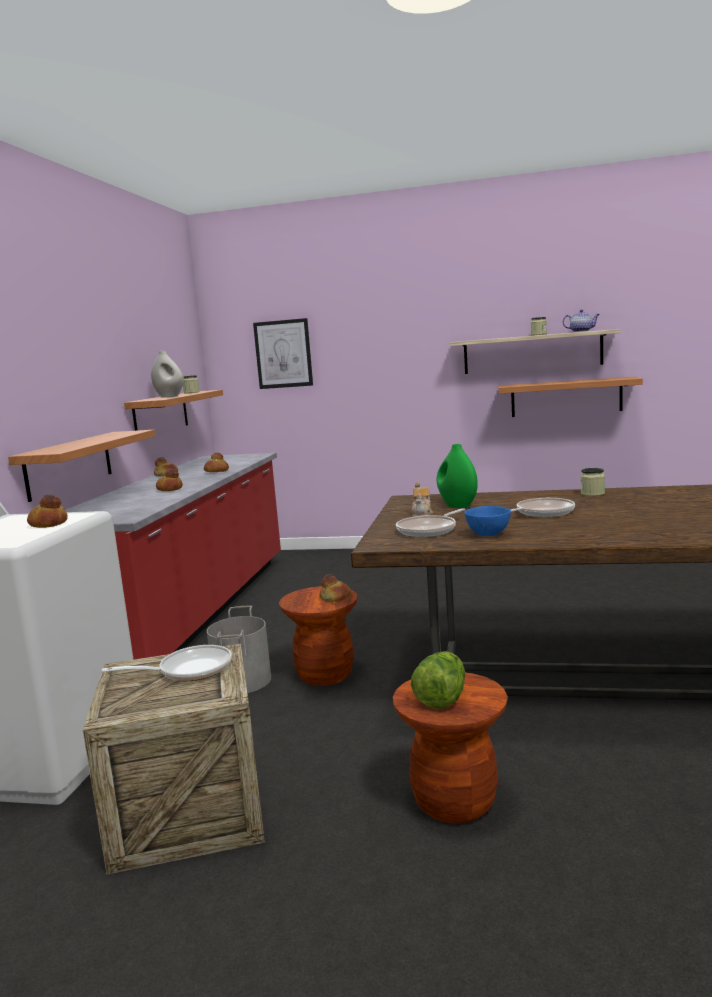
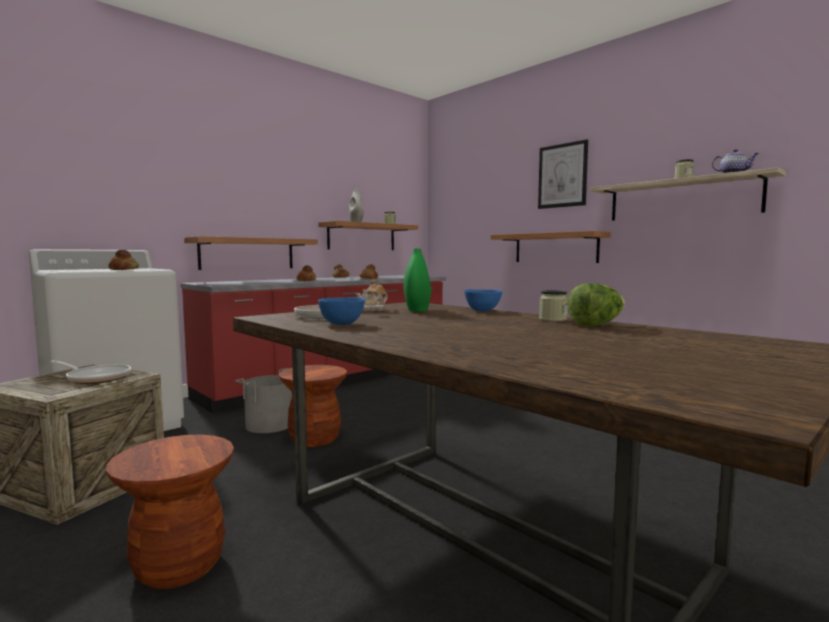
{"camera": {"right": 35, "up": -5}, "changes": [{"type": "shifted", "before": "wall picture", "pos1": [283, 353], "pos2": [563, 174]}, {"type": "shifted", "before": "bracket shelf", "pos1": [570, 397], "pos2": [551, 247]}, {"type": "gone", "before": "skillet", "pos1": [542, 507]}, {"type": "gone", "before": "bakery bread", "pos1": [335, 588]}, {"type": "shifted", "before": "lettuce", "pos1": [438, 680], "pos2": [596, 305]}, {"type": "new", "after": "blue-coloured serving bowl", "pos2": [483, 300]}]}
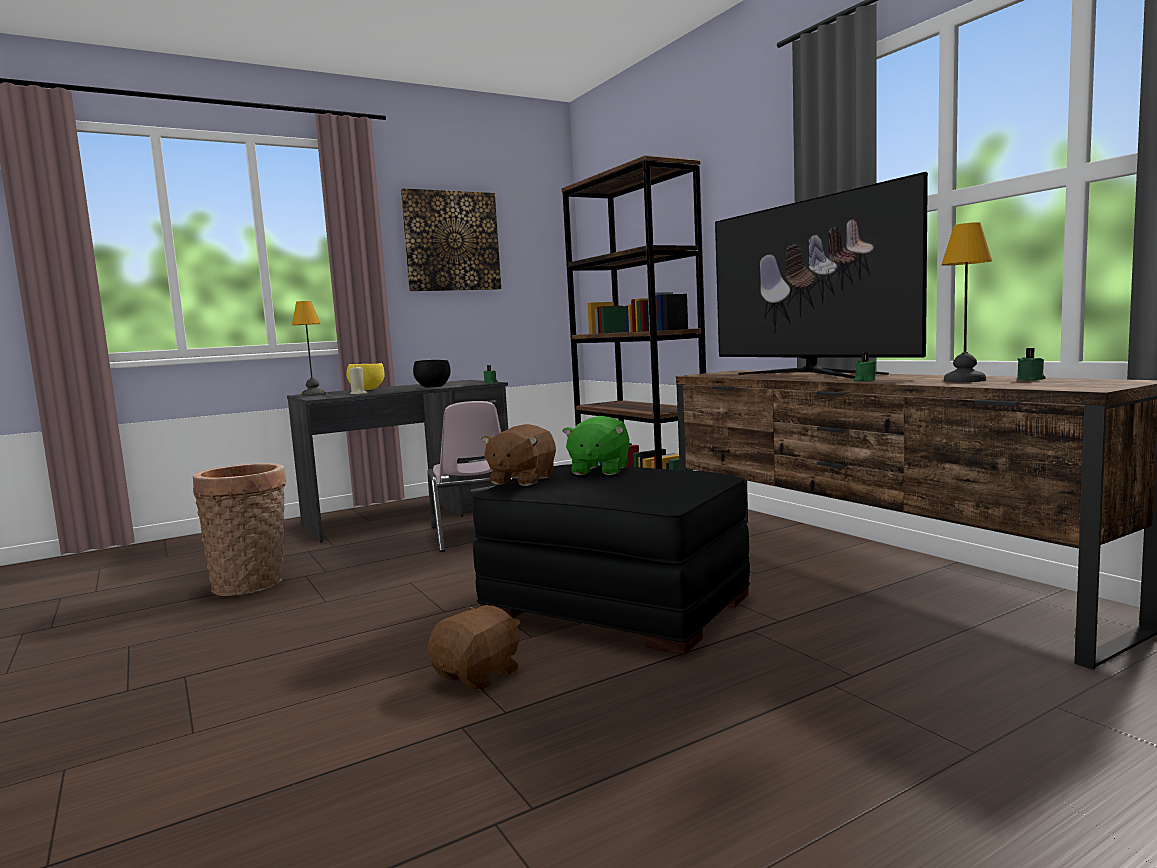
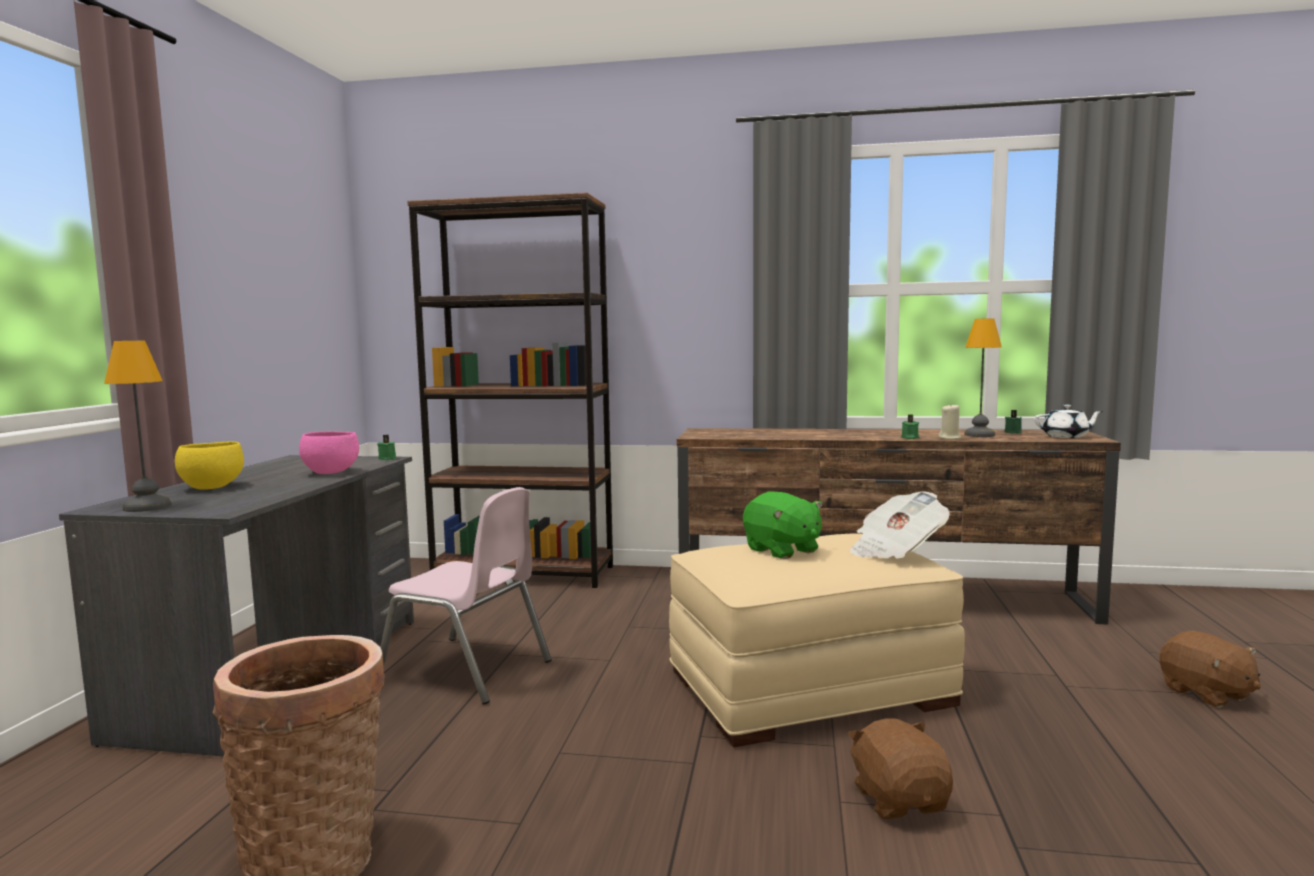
{"camera": {"right": -50, "up": 0}, "changes": [{"type": "gone", "before": "TV", "pos1": [821, 275]}, {"type": "gone", "before": "wall picture", "pos1": [451, 239]}, {"type": "repainted", "before": "black-coloured serving bowl", "after": "pink-coloured serving bowl", "pos1": [431, 373], "pos2": [329, 452]}, {"type": "shifted", "before": "beige wax candle", "pos1": [358, 380], "pos2": [950, 421]}, {"type": "shifted", "before": "brownish plush toy", "pos1": [518, 455], "pos2": [1210, 669]}, {"type": "repainted", "before": "black-coloured ottoman", "after": "beige ottoman", "pos1": [611, 559], "pos2": [817, 640]}, {"type": "new", "after": "whitish pot for tea", "pos2": [1068, 421]}, {"type": "new", "after": "daily paper", "pos2": [900, 525]}]}
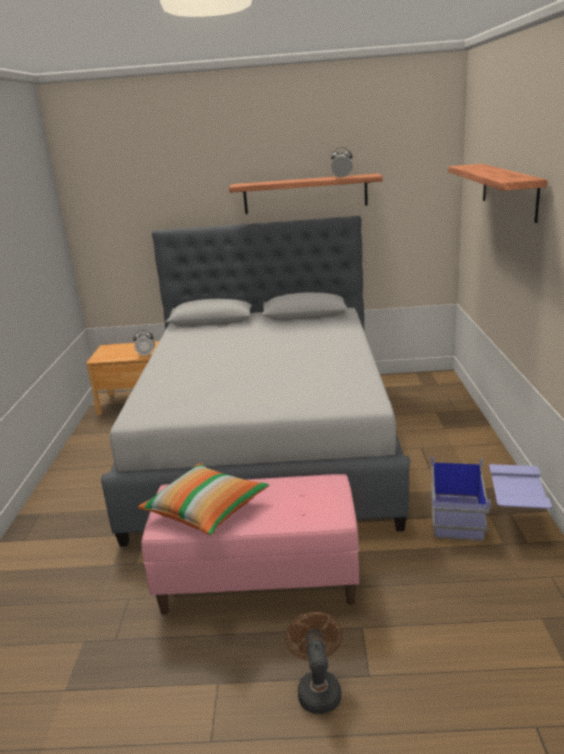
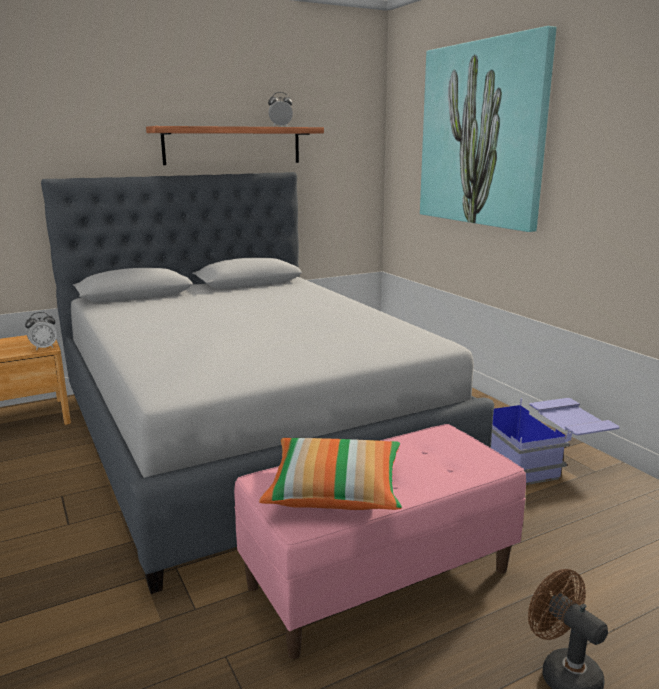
{"camera": {"right": -30, "up": -5}, "changes": [{"type": "swapped", "before": "bracket shelf", "after": "wall picture", "pos1": [497, 193], "pos2": [488, 129]}]}
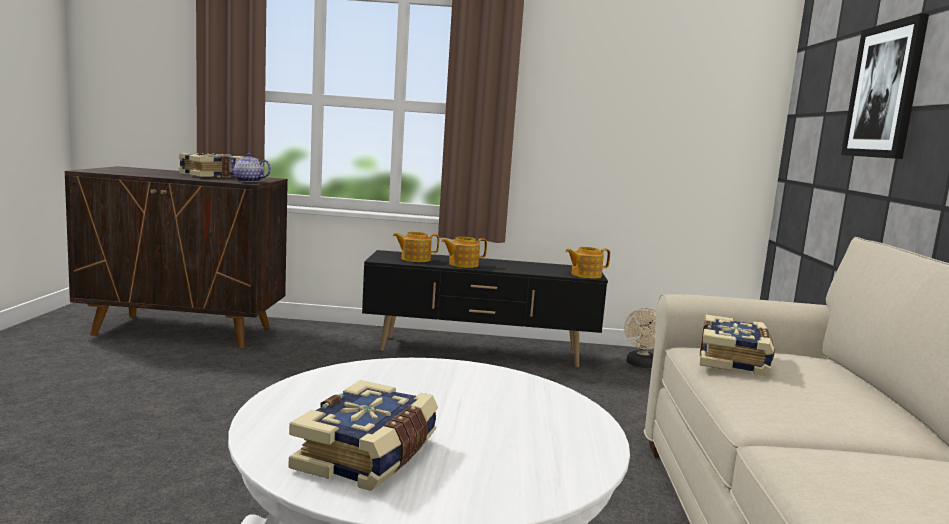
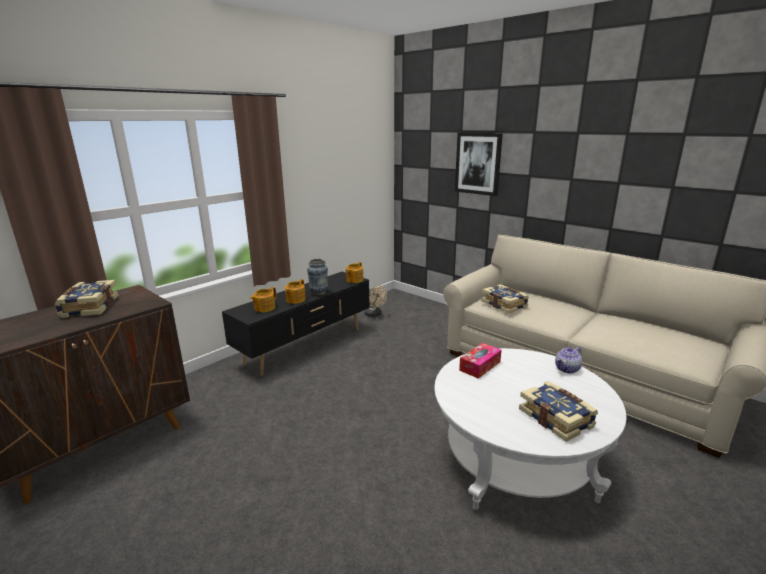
{"camera": {"right": -50, "up": 10}, "changes": [{"type": "shifted", "before": "pot for tea", "pos1": [249, 167], "pos2": [568, 360]}, {"type": "new", "after": "decorative vase", "pos2": [317, 277]}, {"type": "new", "after": "tissue holder", "pos2": [480, 361]}]}
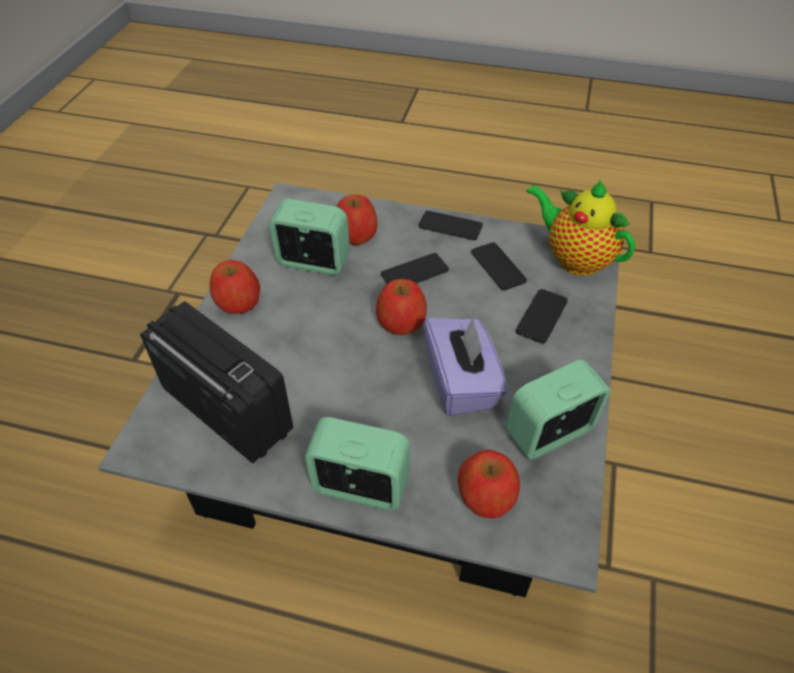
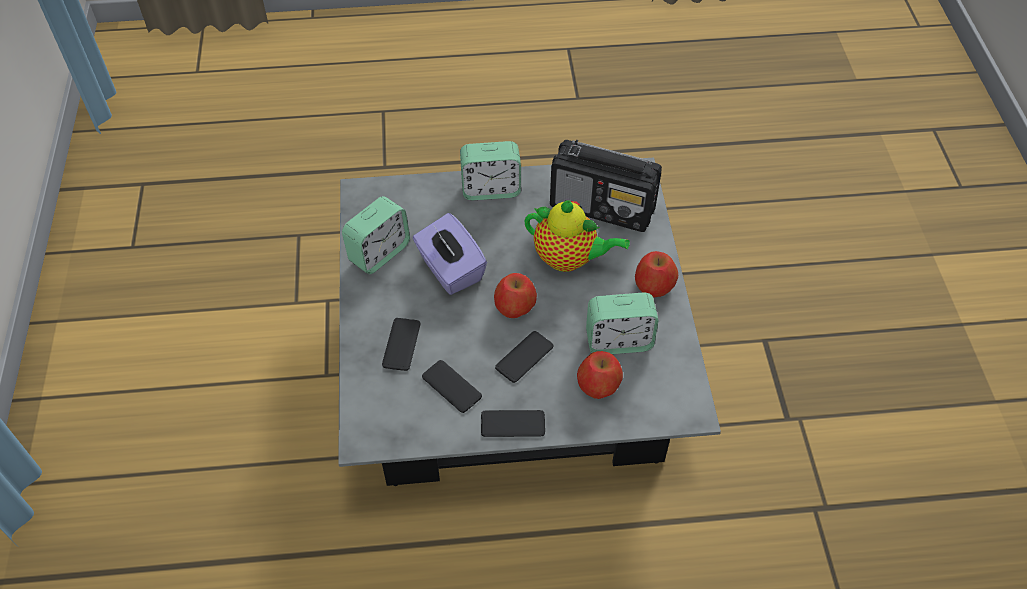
{"camera": {"right": 160, "up": 5}, "changes": [{"type": "shifted", "before": "pot for tea", "pos1": [580, 227], "pos2": [577, 236]}, {"type": "gone", "before": "apple fruit", "pos1": [488, 484]}]}
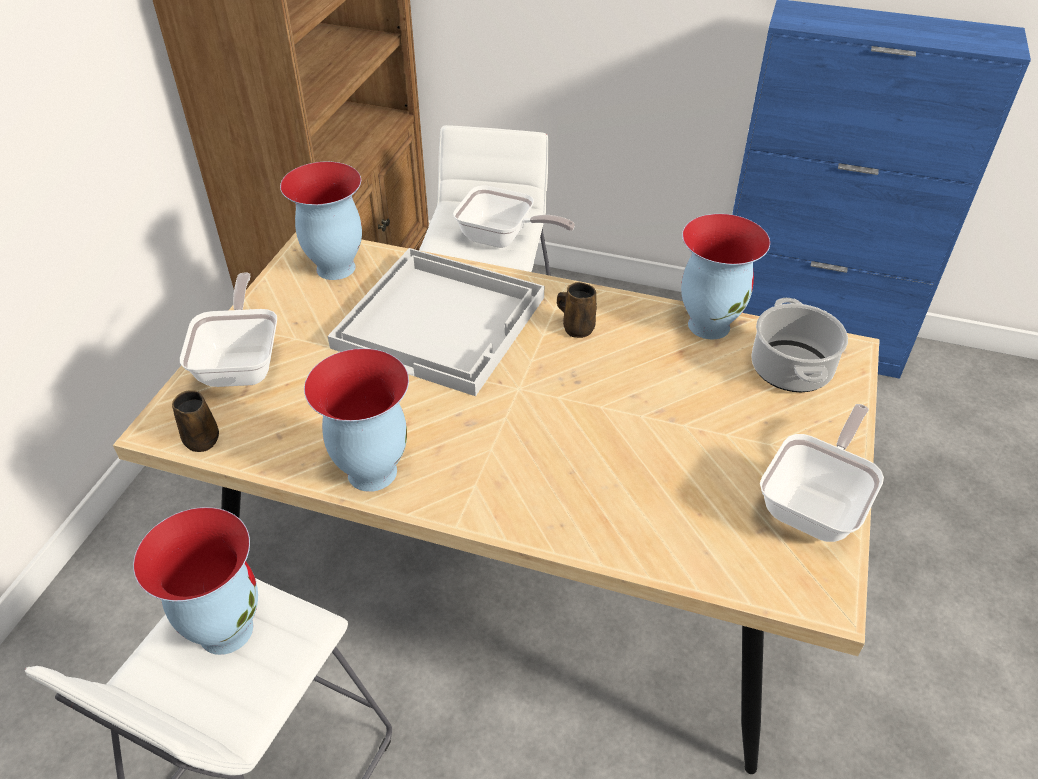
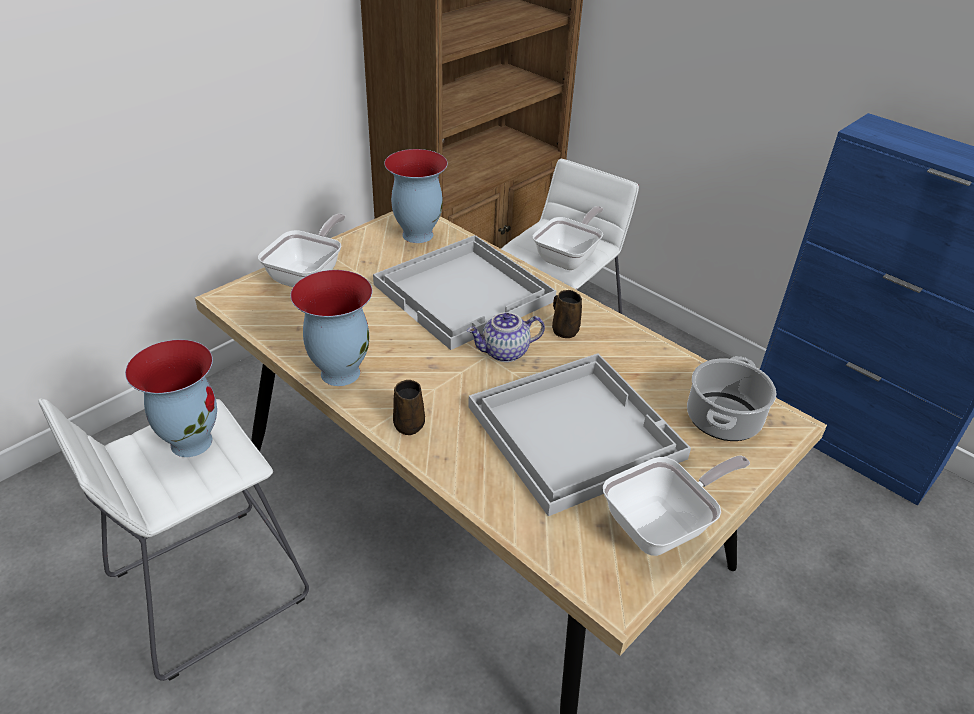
{"camera": {"right": 25, "up": -5}, "changes": [{"type": "rotated", "before": "skillet", "pos1": [514, 216], "pos2": [568, 238], "turn": -105}, {"type": "gone", "before": "decorative vase", "pos1": [725, 277]}, {"type": "shifted", "before": "brownish coffee mug", "pos1": [195, 421], "pos2": [409, 407]}, {"type": "new", "after": "pot for tea", "pos2": [506, 337]}, {"type": "new", "after": "whitish serving tray", "pos2": [579, 434]}]}
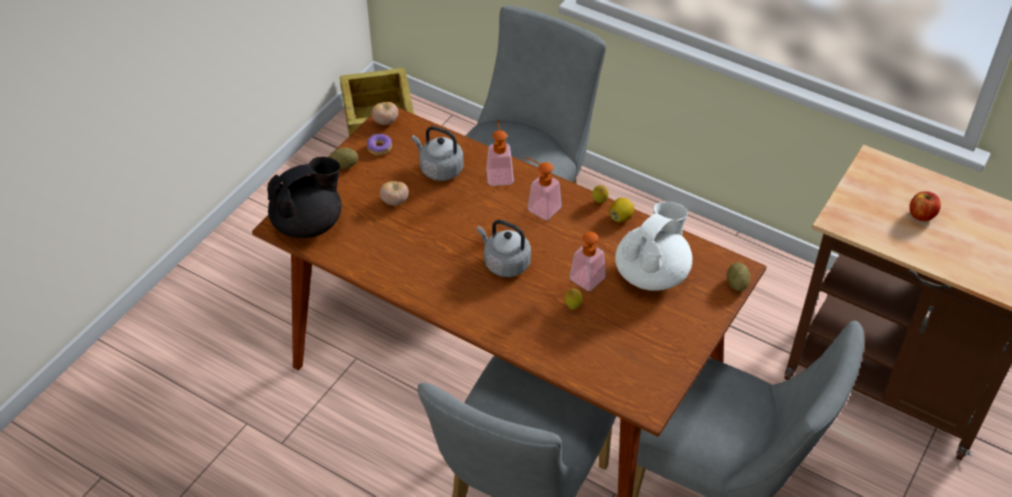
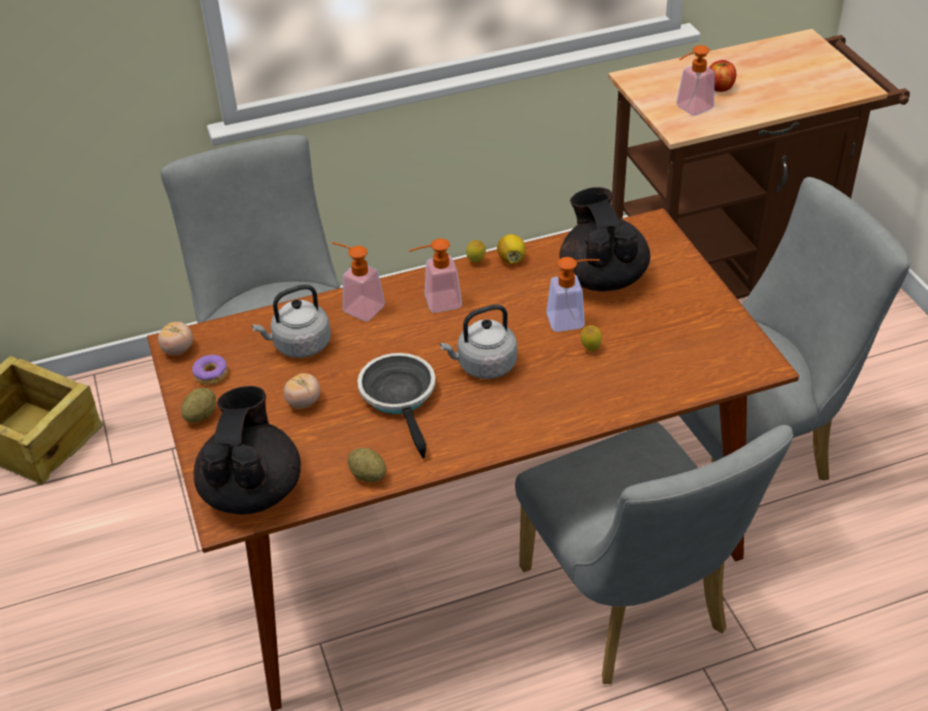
{"camera": {"right": -50, "up": -5}, "changes": [{"type": "repainted", "before": "whitish pot for tea", "after": "black-coloured pot for tea", "pos1": [653, 246], "pos2": [605, 239]}, {"type": "shifted", "before": "potato", "pos1": [739, 276], "pos2": [367, 465]}, {"type": "new", "after": "soap bottle", "pos2": [695, 80]}, {"type": "new", "after": "skillet", "pos2": [396, 405]}]}
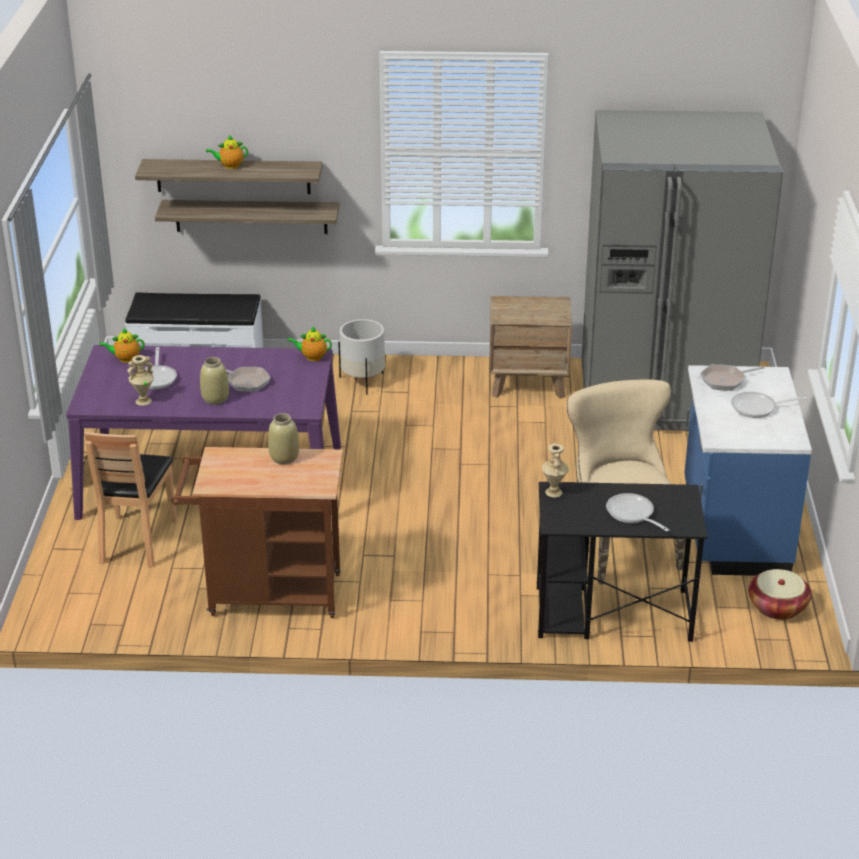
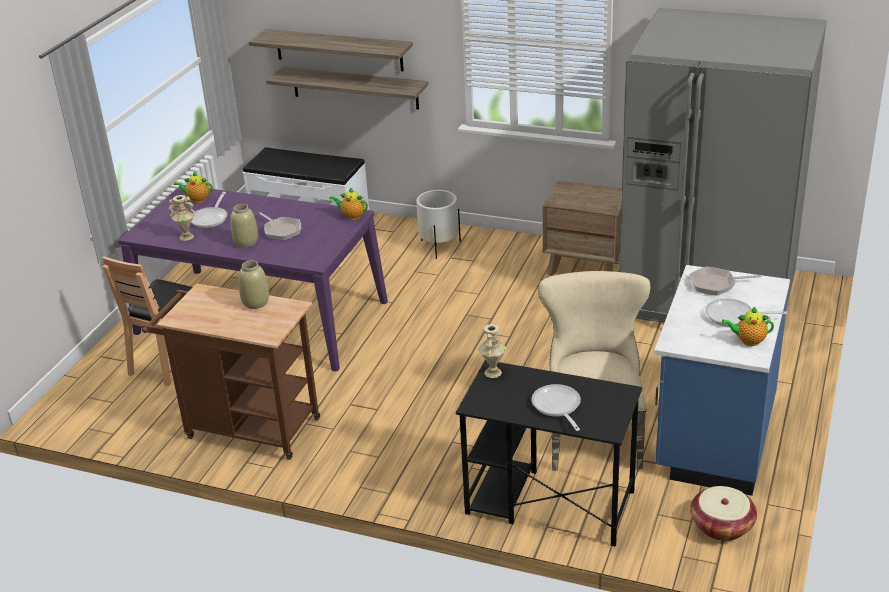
{"camera": {"right": 20, "up": 0}, "changes": [{"type": "shifted", "before": "pot for tea", "pos1": [227, 152], "pos2": [748, 326]}]}
